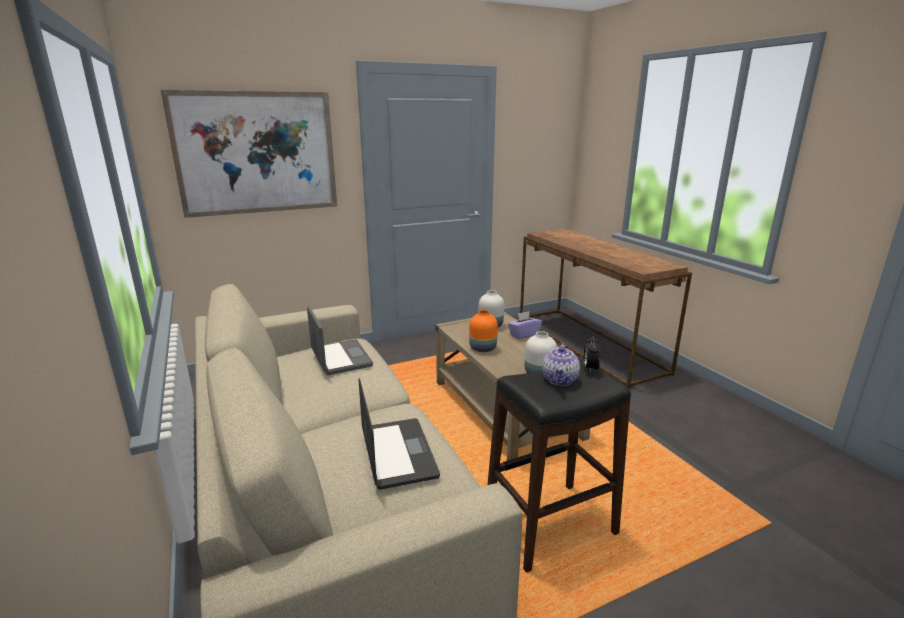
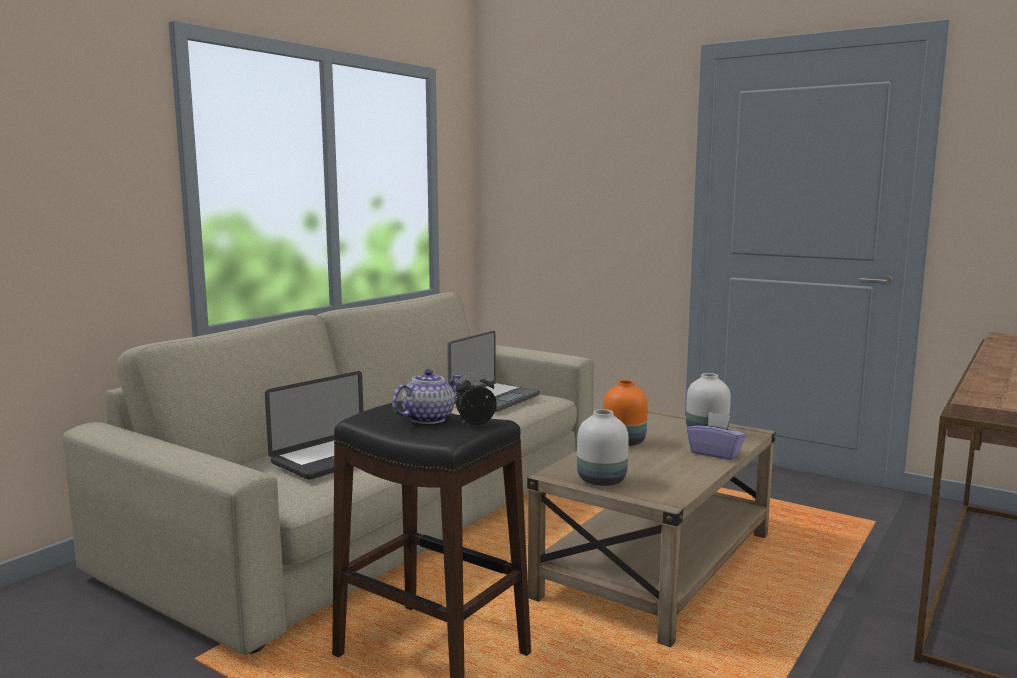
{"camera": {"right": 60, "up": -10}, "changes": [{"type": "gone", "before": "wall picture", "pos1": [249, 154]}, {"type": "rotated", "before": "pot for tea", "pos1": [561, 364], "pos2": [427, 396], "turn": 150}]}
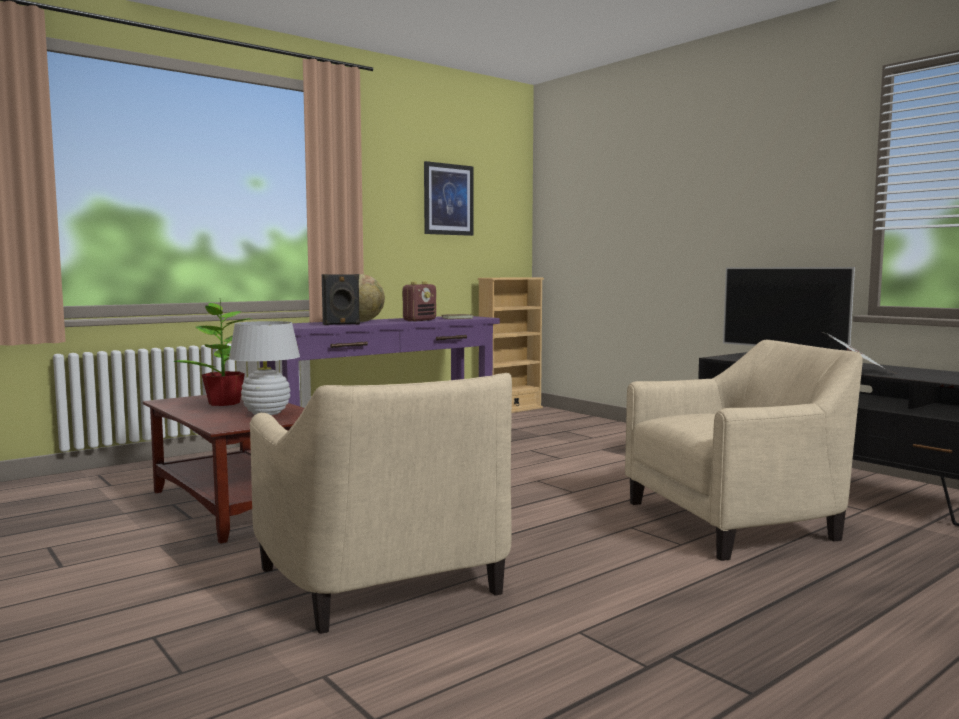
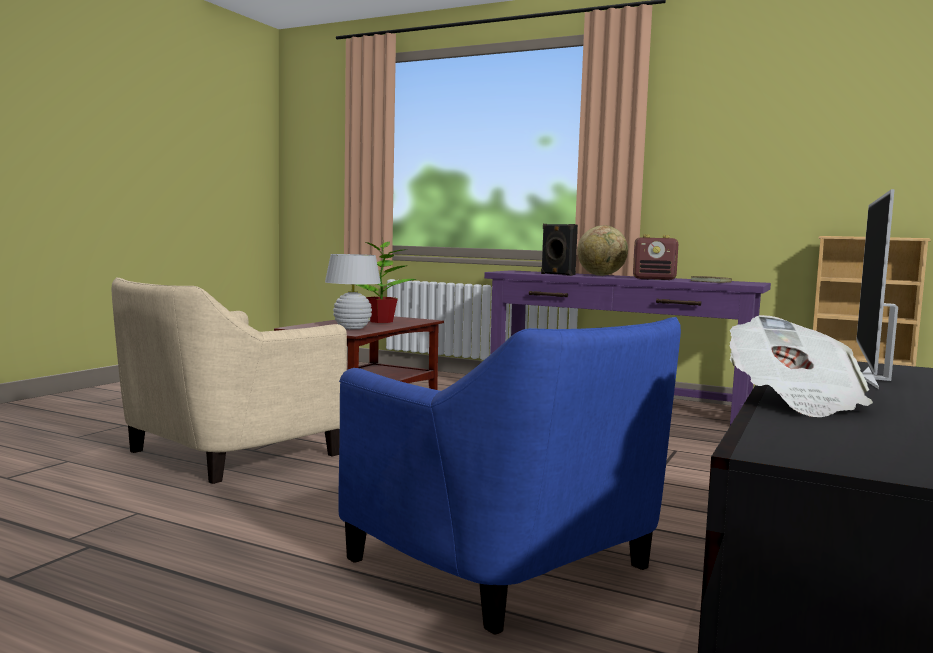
{"camera": {"right": 65, "up": 0}, "changes": [{"type": "gone", "before": "wall picture", "pos1": [448, 198]}, {"type": "repainted", "before": "beige easy chair", "after": "blue-coloured easy chair", "pos1": [744, 450], "pos2": [509, 476]}]}
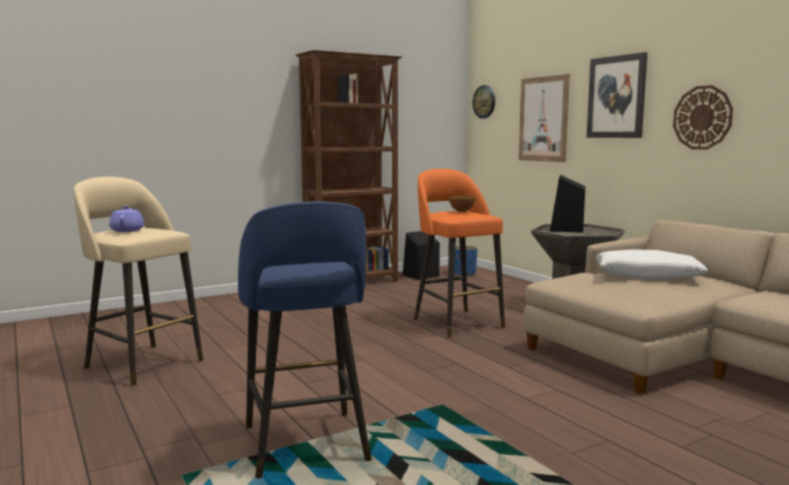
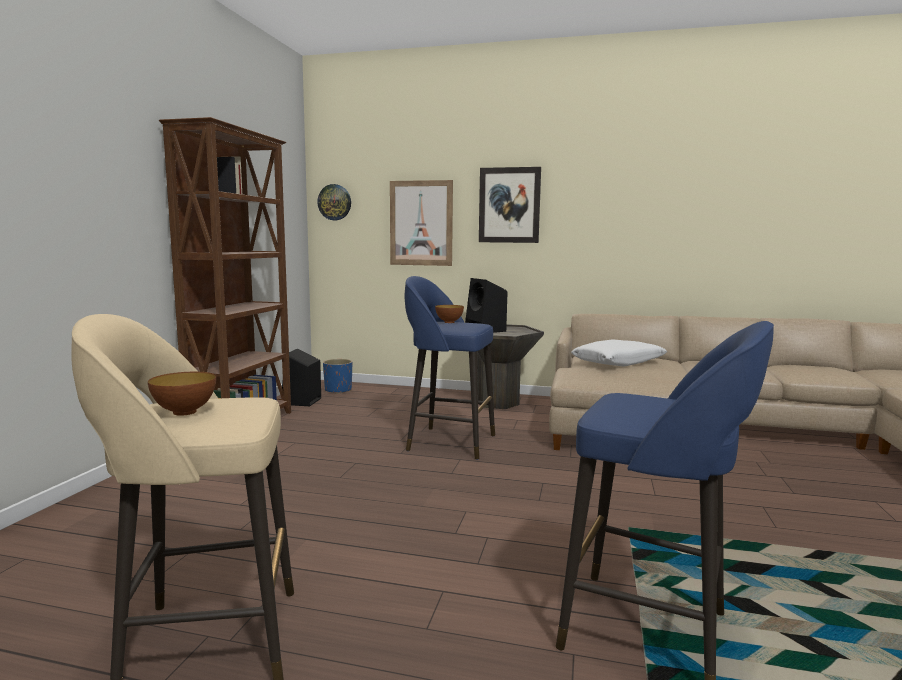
{"camera": {"right": -45, "up": 0}, "changes": [{"type": "gone", "before": "clock on the wall", "pos1": [703, 117]}, {"type": "repainted", "before": "orange-coloured stool seat", "after": "blue-coloured stool seat", "pos1": [459, 253], "pos2": [450, 368]}, {"type": "swapped", "before": "purple pot for tea", "after": "serving bowl", "pos1": [126, 218], "pos2": [182, 394]}]}
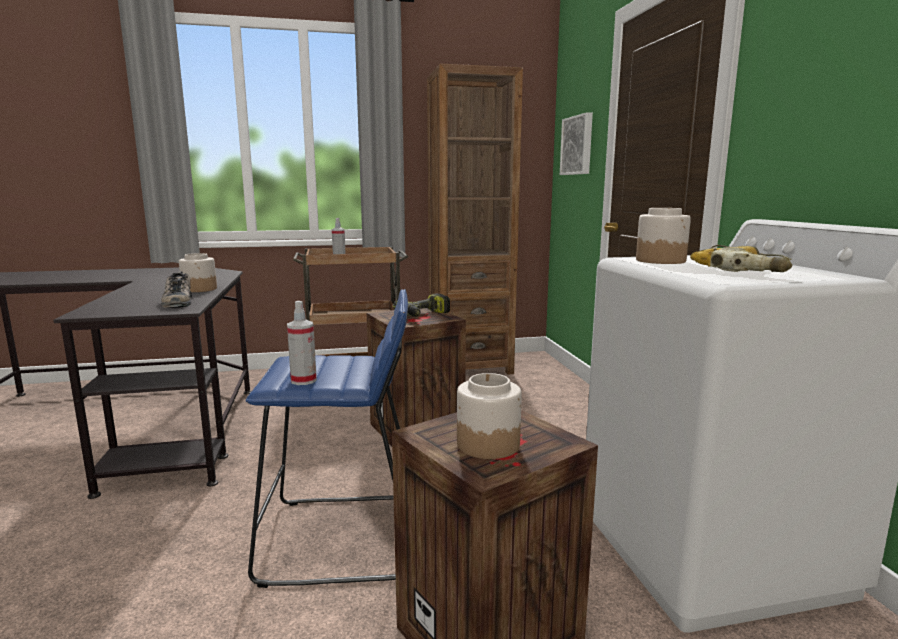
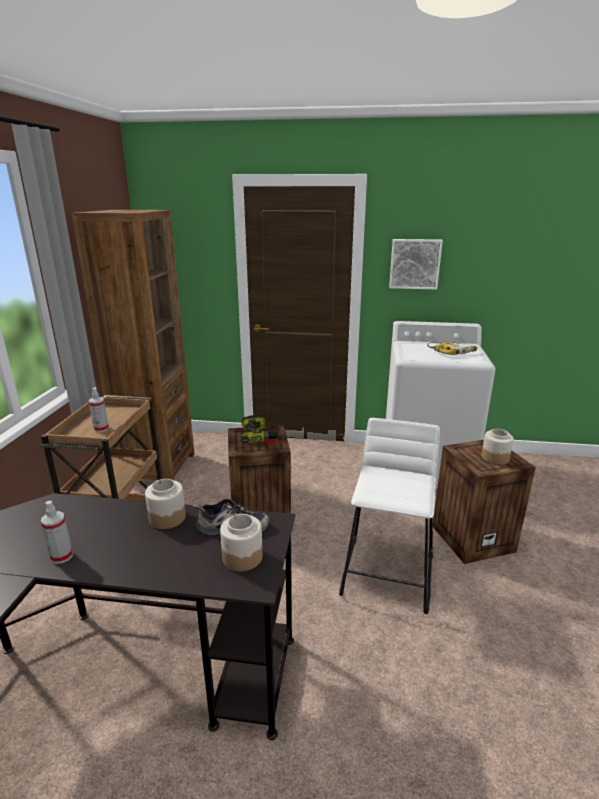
{"camera": {"right": -70, "up": 10}, "changes": [{"type": "shifted", "before": "wall picture", "pos1": [576, 143], "pos2": [416, 264]}, {"type": "shifted", "before": "storage jar", "pos1": [663, 236], "pos2": [241, 542]}, {"type": "repainted", "before": "blue-coloured stool seat", "after": "whitish stool seat", "pos1": [327, 438], "pos2": [389, 516]}, {"type": "shifted", "before": "sprayer", "pos1": [302, 343], "pos2": [57, 532]}]}
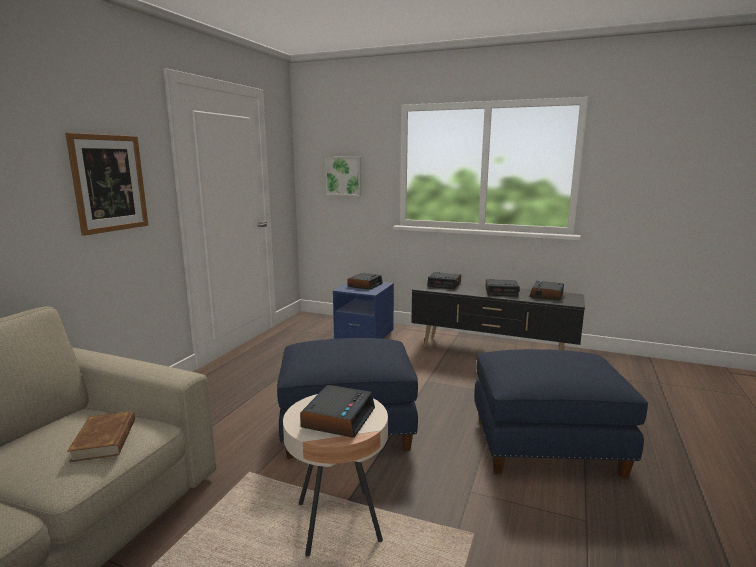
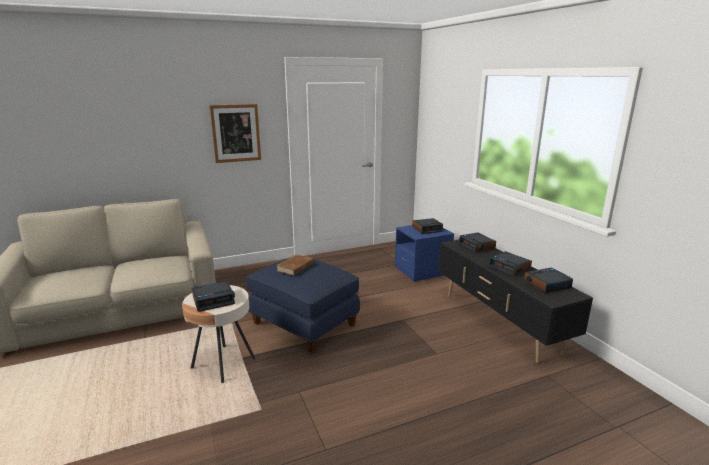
{"camera": {"right": 45, "up": 5}, "changes": [{"type": "gone", "before": "wall picture", "pos1": [343, 176]}, {"type": "gone", "before": "blue-coloured ottoman", "pos1": [561, 413]}, {"type": "shifted", "before": "brownish book", "pos1": [101, 436], "pos2": [295, 265]}]}
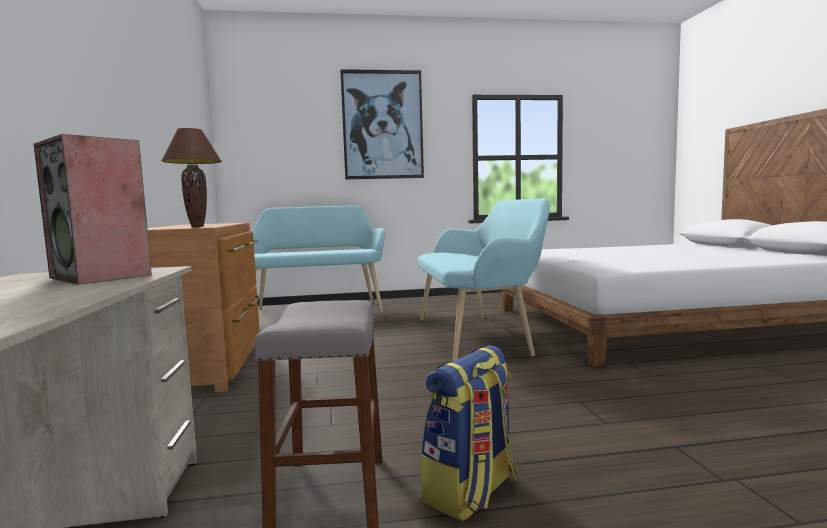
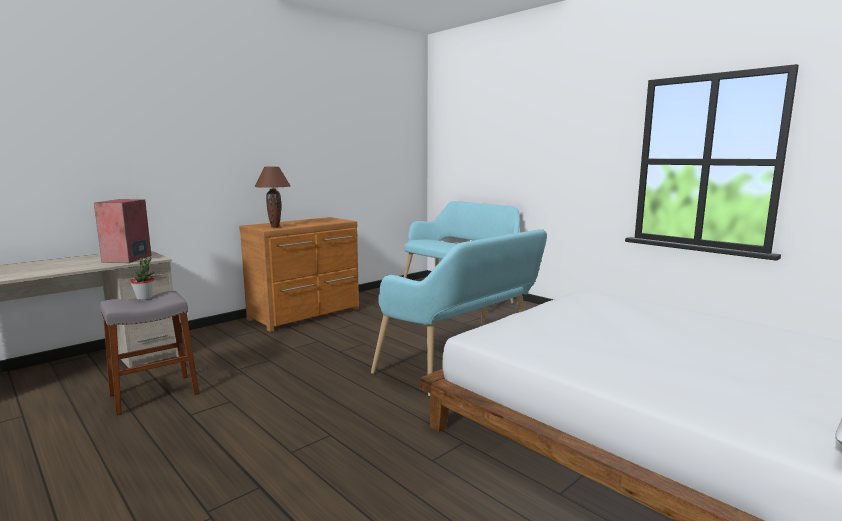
{"camera": {"right": 55, "up": 5}, "changes": [{"type": "gone", "before": "wall picture", "pos1": [382, 124]}, {"type": "gone", "before": "backpack", "pos1": [469, 433]}, {"type": "new", "after": "houseplant", "pos2": [142, 278]}]}
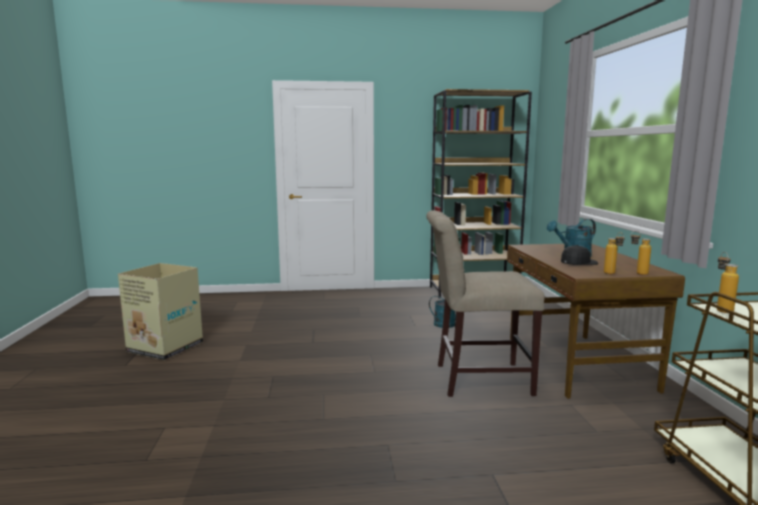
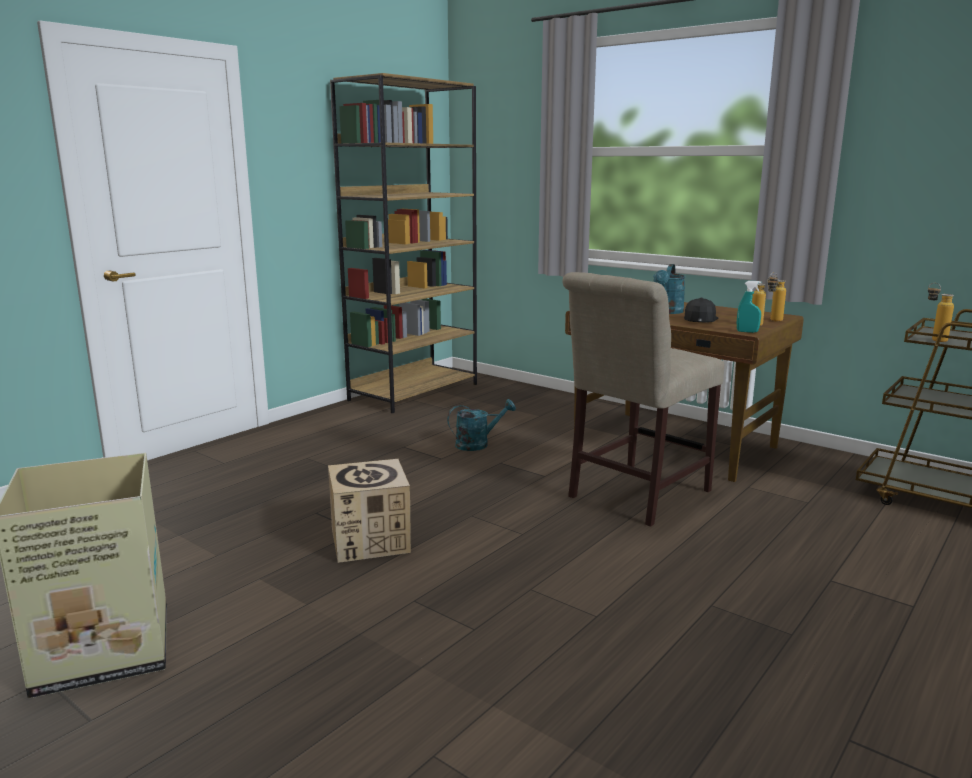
{"camera": {"right": -45, "up": 5}, "changes": [{"type": "new", "after": "blue-green sprayer", "pos2": [749, 307]}, {"type": "new", "after": "carton", "pos2": [369, 511]}]}
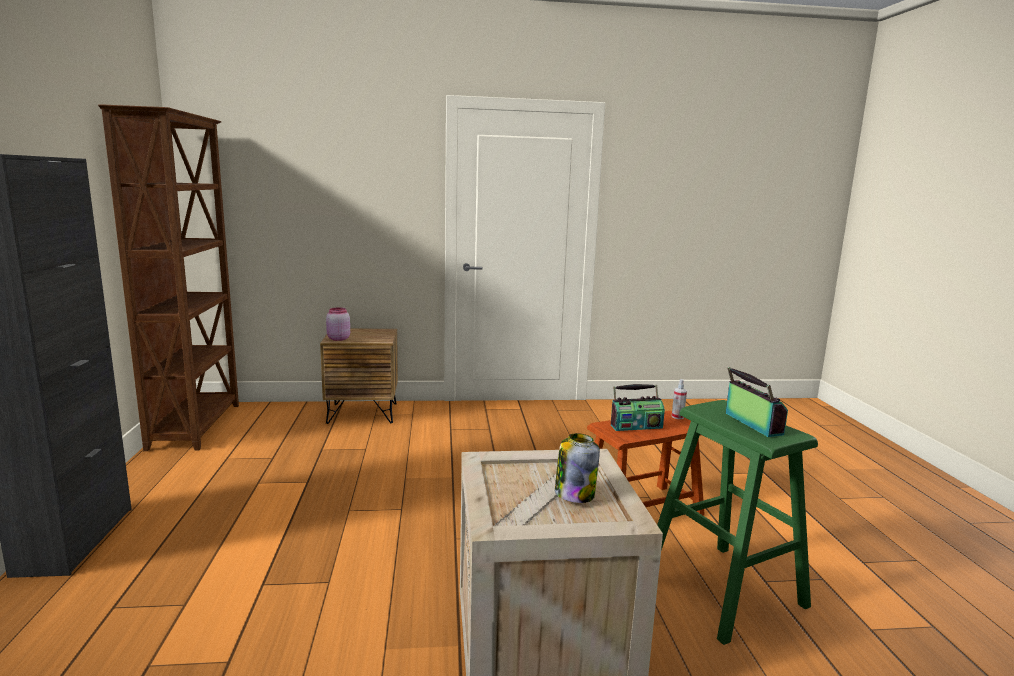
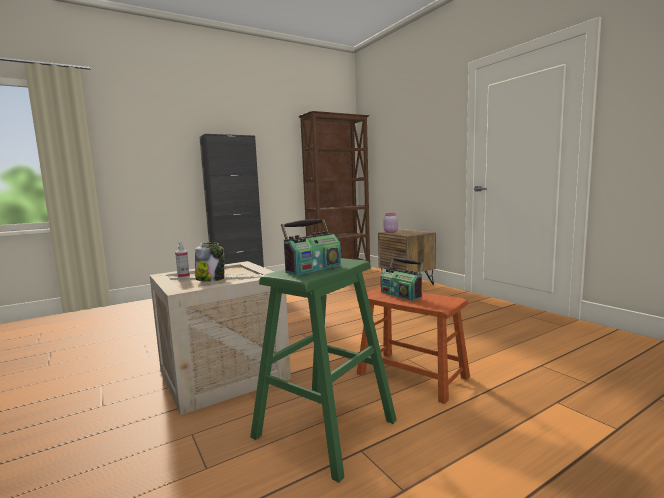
{"camera": {"right": 65, "up": -5}, "changes": [{"type": "shifted", "before": "sprayer", "pos1": [679, 399], "pos2": [182, 260]}]}
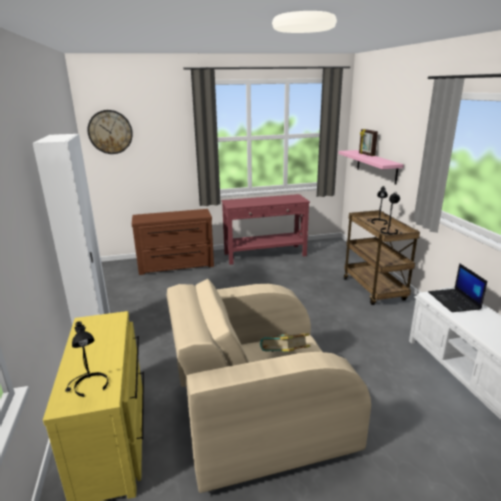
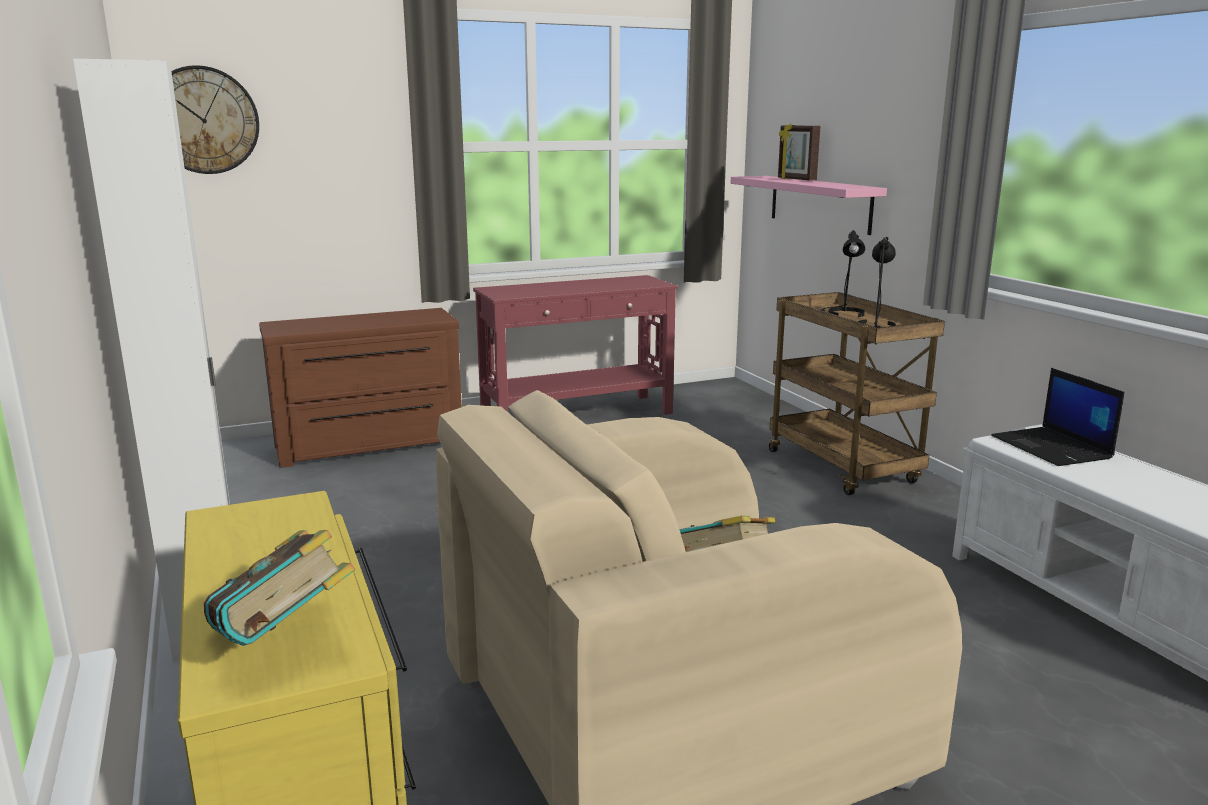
{"camera": {"right": -10, "up": -5}, "changes": [{"type": "swapped", "before": "black-coloured tabletop lamp", "after": "book", "pos1": [86, 359], "pos2": [279, 588]}]}
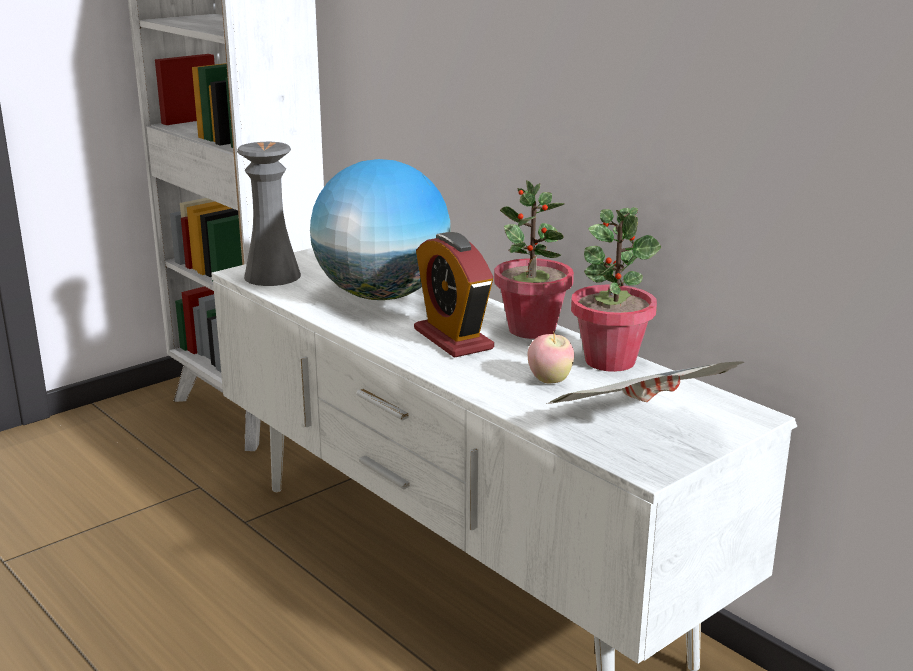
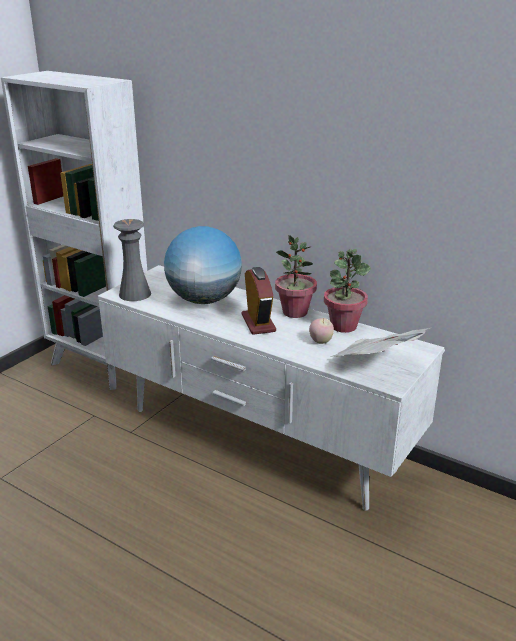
{"camera": {"right": -15, "up": 5}, "changes": [{"type": "rotated", "before": "bedside clock", "pos1": [454, 295], "pos2": [258, 301], "turn": -150}]}
